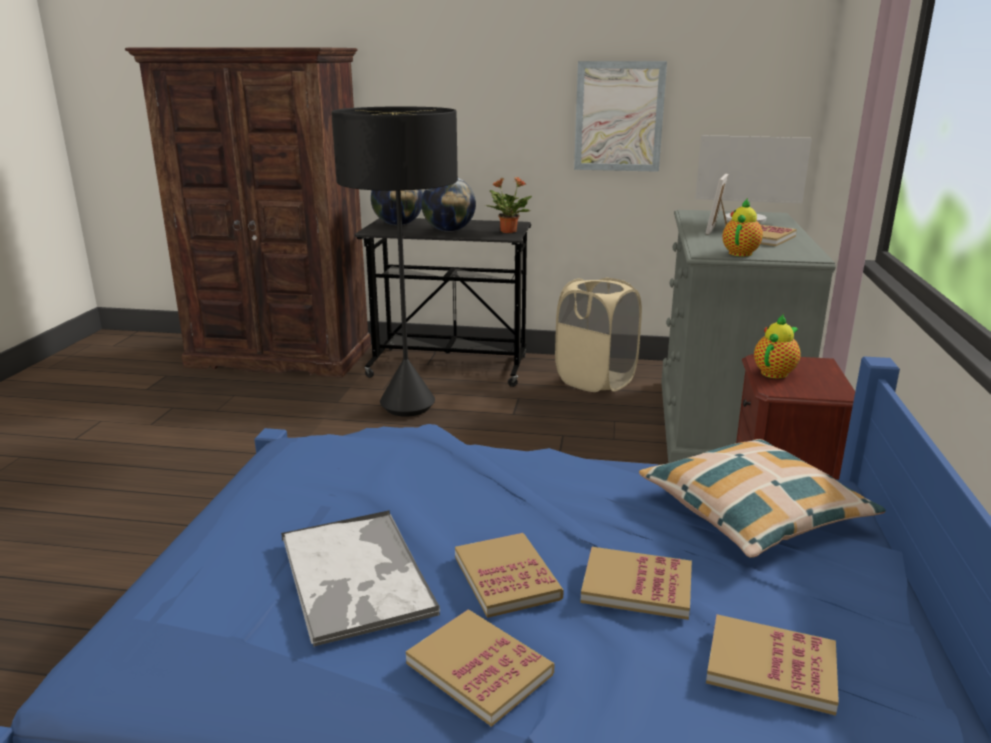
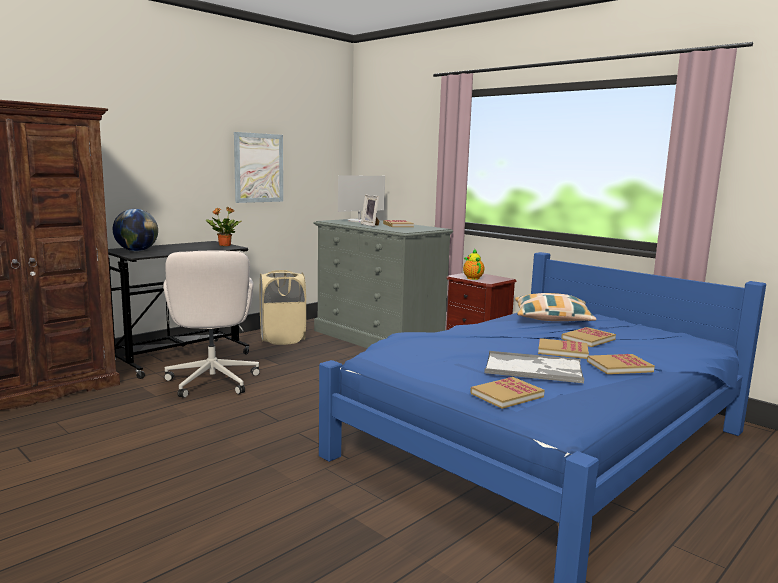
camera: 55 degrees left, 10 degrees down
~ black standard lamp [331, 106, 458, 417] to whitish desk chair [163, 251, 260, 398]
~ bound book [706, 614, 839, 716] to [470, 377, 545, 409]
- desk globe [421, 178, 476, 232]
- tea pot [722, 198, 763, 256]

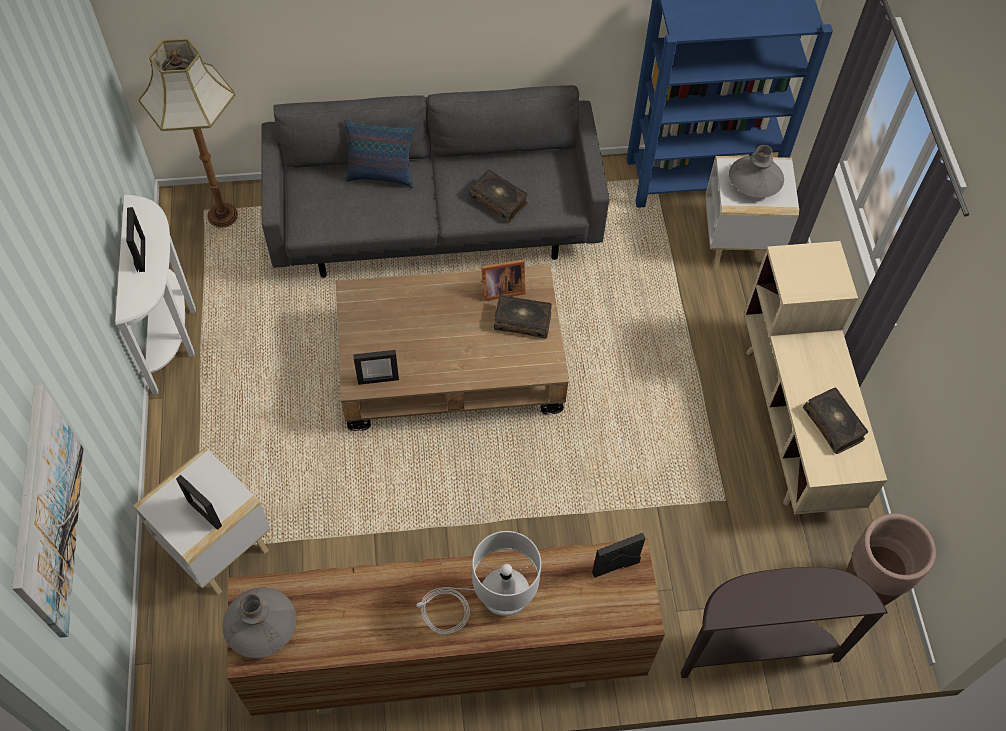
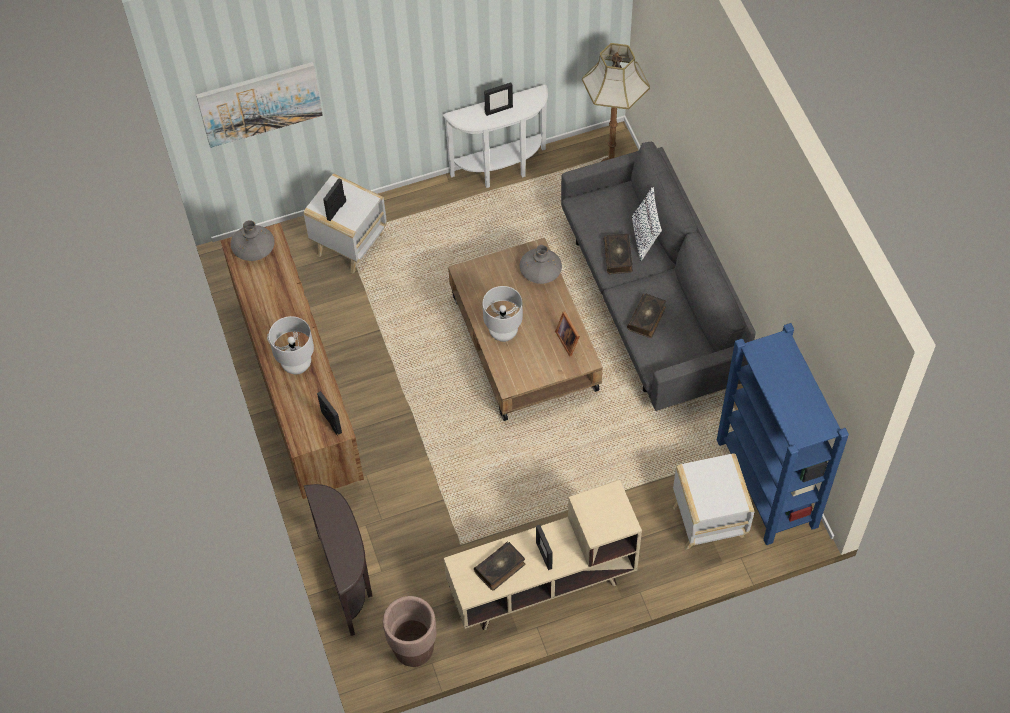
camera: 80 degrees right, 0 degrees up
+ gray lamp for a table [483, 286, 523, 342]
~ gray vase [729, 145, 784, 198] to [520, 245, 562, 284]
~ standing frame [353, 350, 399, 385] to [536, 525, 553, 570]
~ bound book [494, 295, 552, 339] to [604, 234, 633, 274]
~ blue throw pillow [344, 119, 414, 188] to whitish throw pillow [632, 187, 662, 261]

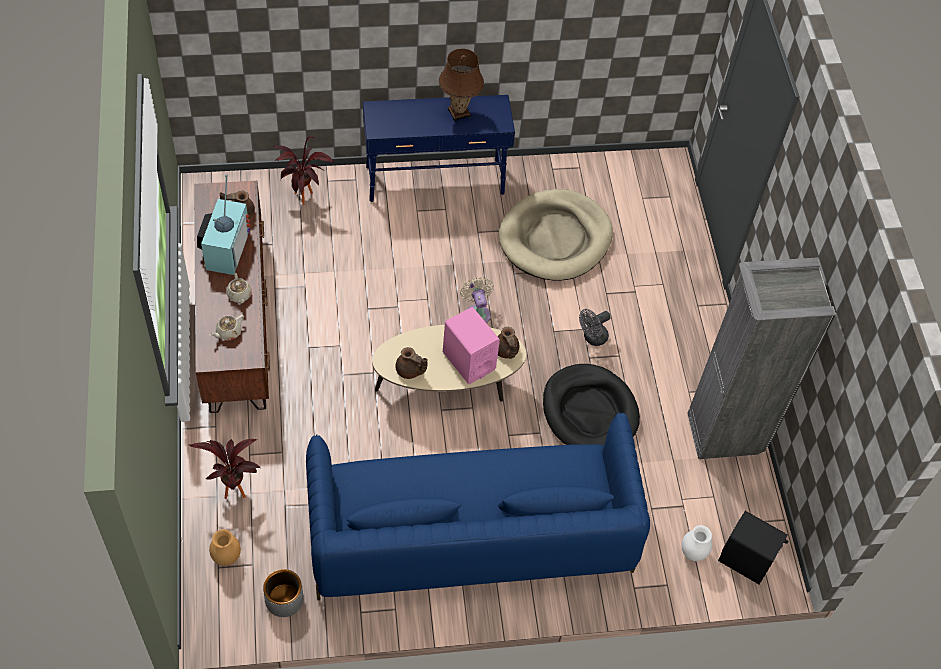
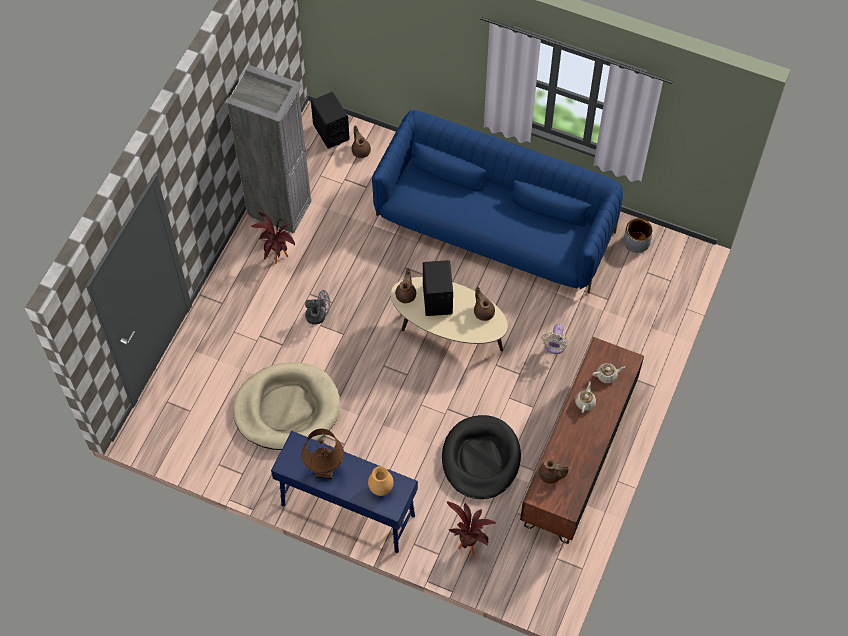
camera: 145 degrees left, 5 degrees up
~ plant in a pot [189, 439, 260, 499] to [251, 212, 295, 264]
~ whitish vase [681, 525, 712, 561] to brown tea pot [351, 126, 371, 158]
~ brown vase [209, 529, 241, 566] to [368, 466, 394, 496]
~ pinkish speaker [443, 307, 500, 384] to black speaker [423, 260, 453, 316]
~ black dog cushion [543, 364, 640, 445] to [442, 415, 521, 499]
~ beige-coloured electric fan [460, 277, 494, 323] to [541, 324, 570, 354]
- television [197, 174, 250, 275]

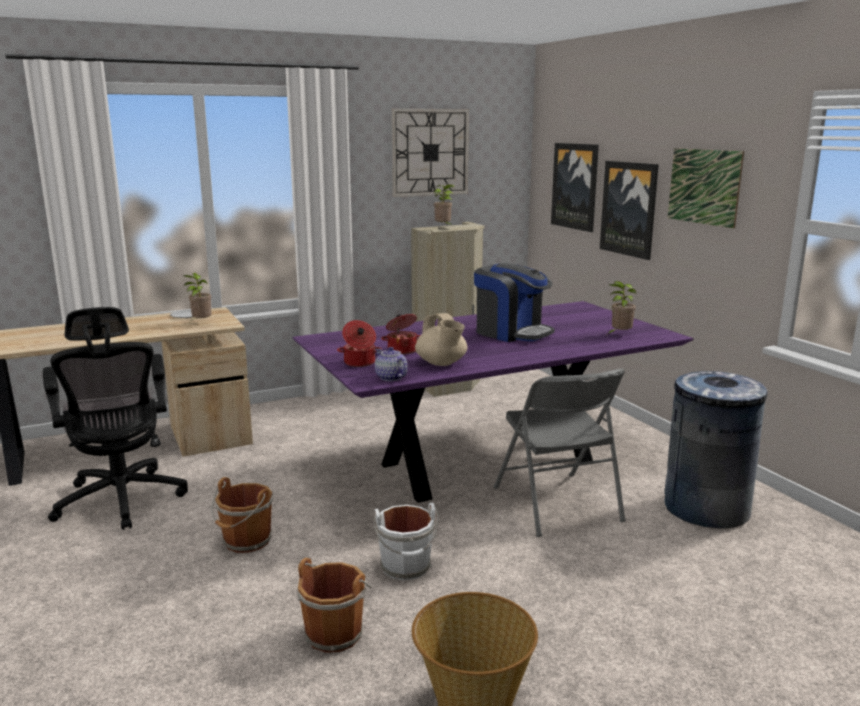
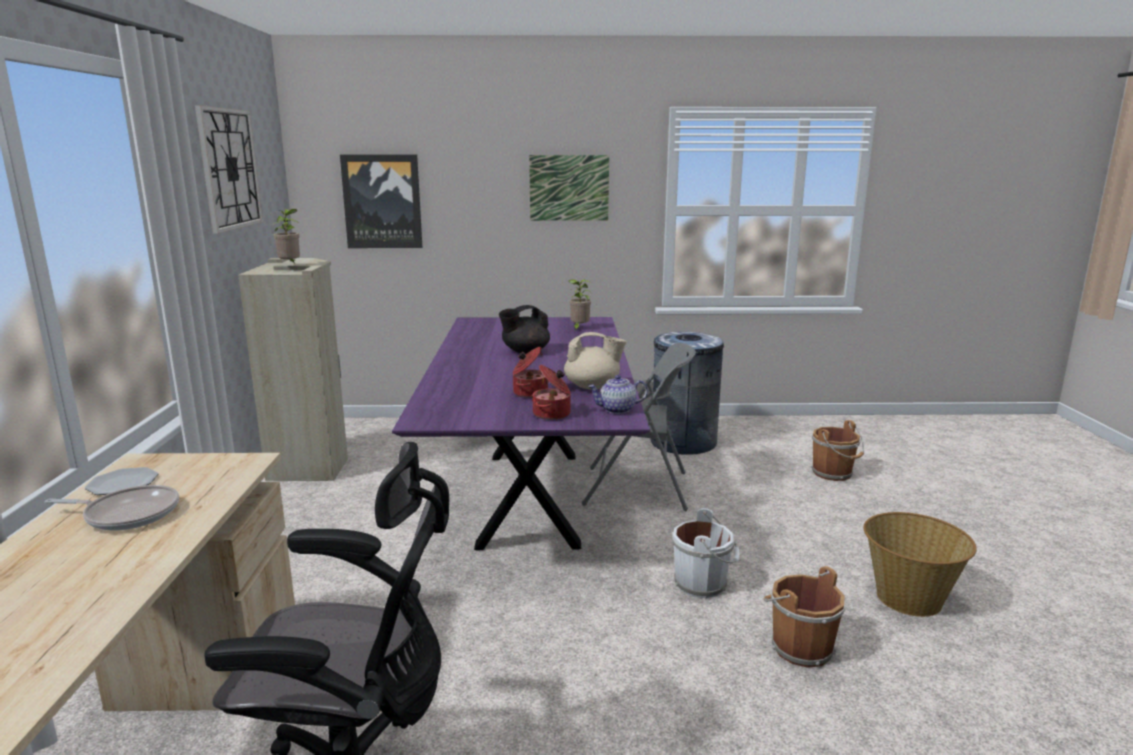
camera: 65 degrees left, 0 degrees up
+ skillet [44, 485, 179, 531]
~ coffee brewer [474, 263, 555, 342] to black tea pot [499, 305, 550, 354]
~ brown water bucket [211, 477, 273, 553] to [811, 420, 864, 481]
- plant in a pot [183, 273, 212, 320]
- picture [600, 161, 659, 260]

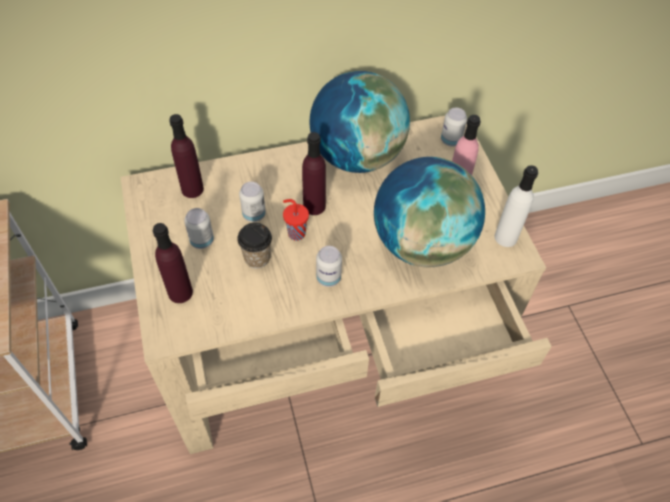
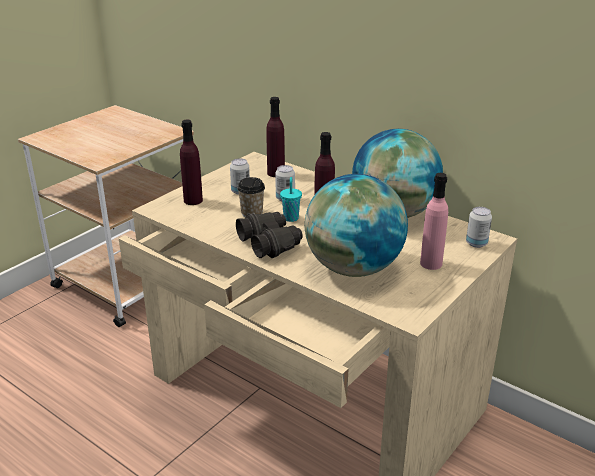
camera: 55 degrees right, 25 degrees down
~ can [316, 246, 342, 287] to black pair of binoculars [236, 212, 303, 258]
~ red-coloured small cup [283, 199, 309, 241] to blue-green small cup [280, 177, 302, 222]
- whitish bottle [495, 165, 538, 247]

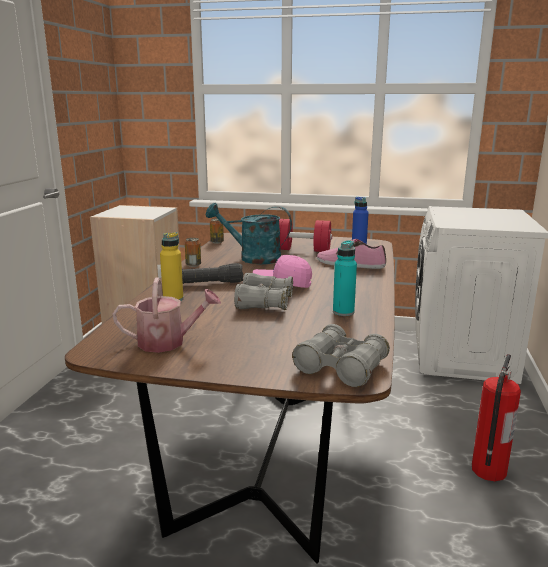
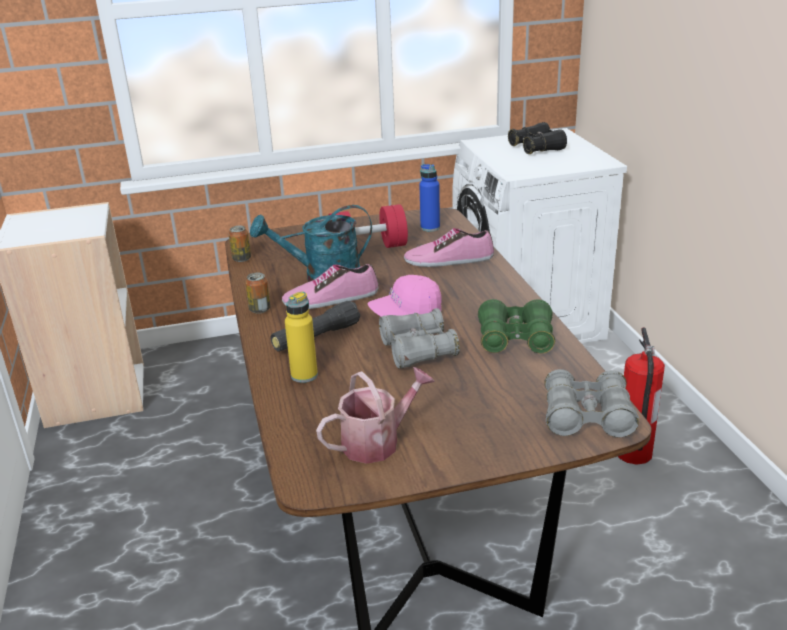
camera: 25 degrees left, 10 degrees up
+ item of footwear [282, 264, 378, 309]
~ blue-green bottle [333, 240, 357, 316] to greenish pair of binoculars [478, 299, 555, 354]
+ black pair of binoculars [508, 122, 567, 154]

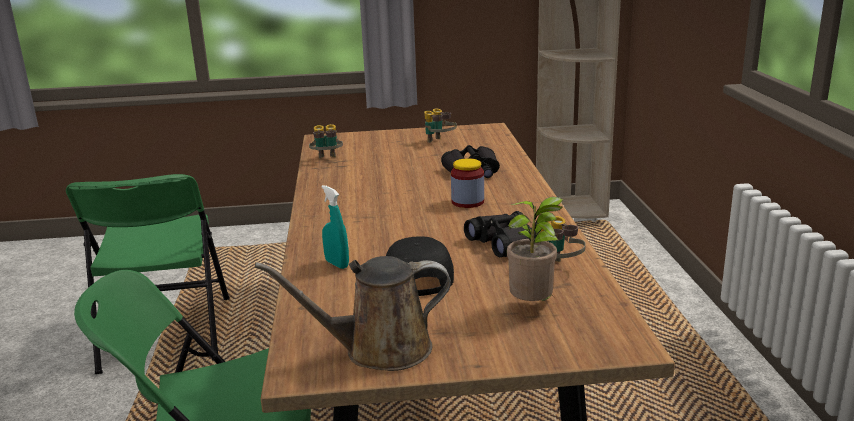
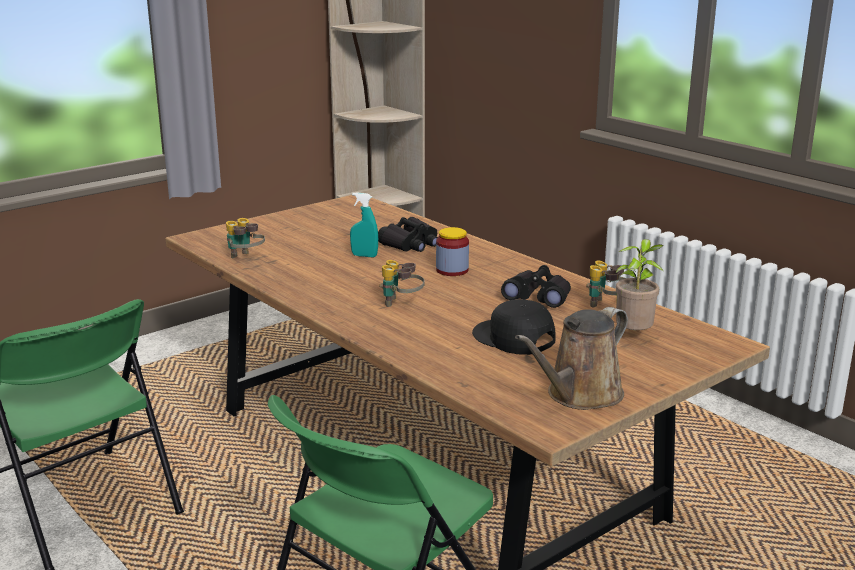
camera: 35 degrees left, 0 degrees up
~ blue-green hand sprayer [321, 185, 349, 269] to [350, 192, 378, 257]
~ pair of binoculars [424, 108, 457, 143] to [380, 260, 425, 307]

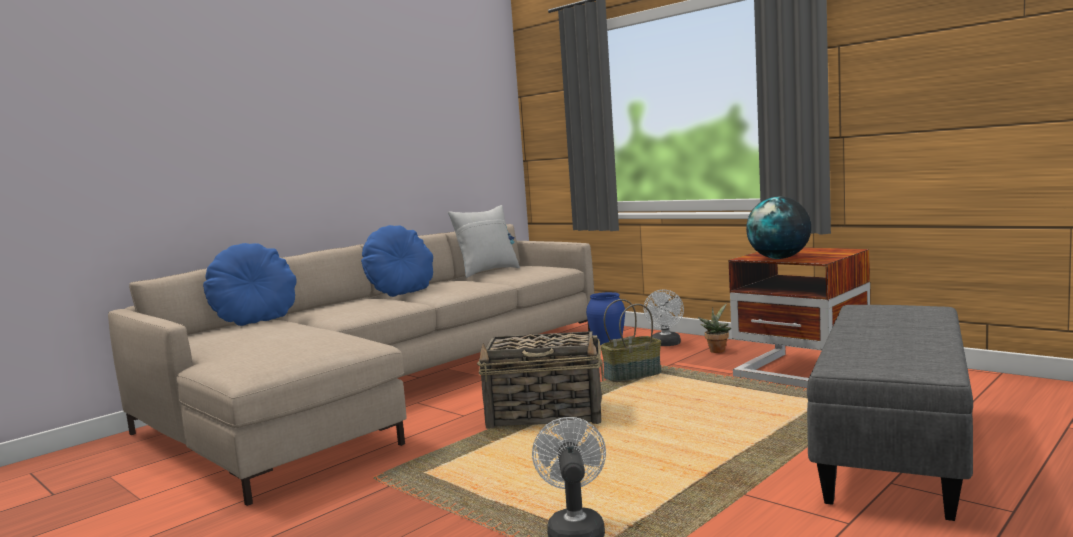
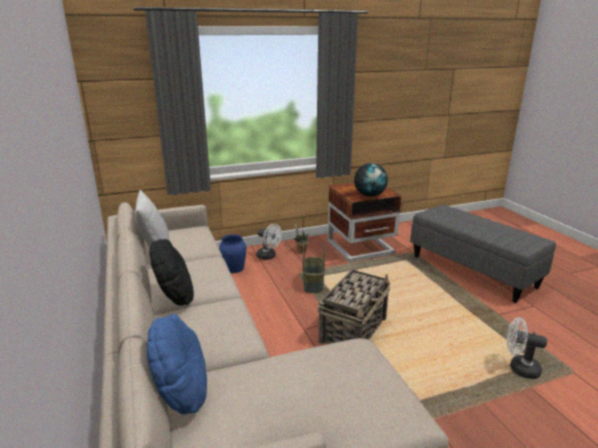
camera: 65 degrees left, 15 degrees up
~ blue throw pillow [361, 225, 433, 297] to black throw pillow [149, 239, 194, 306]

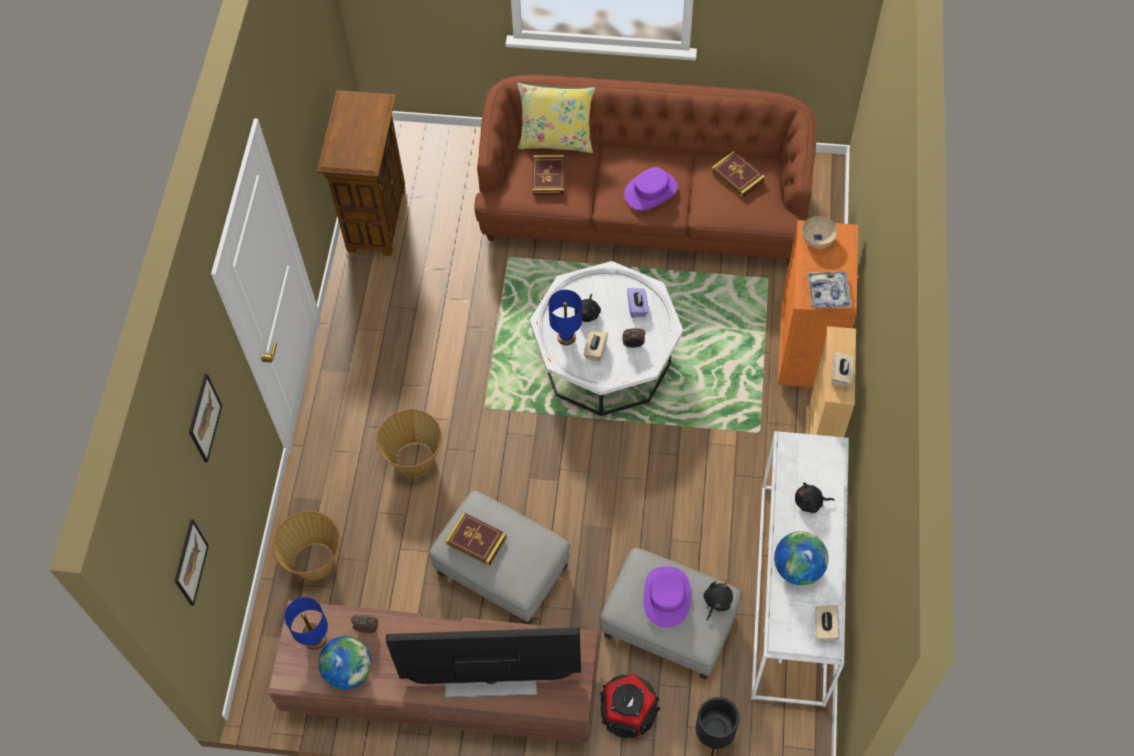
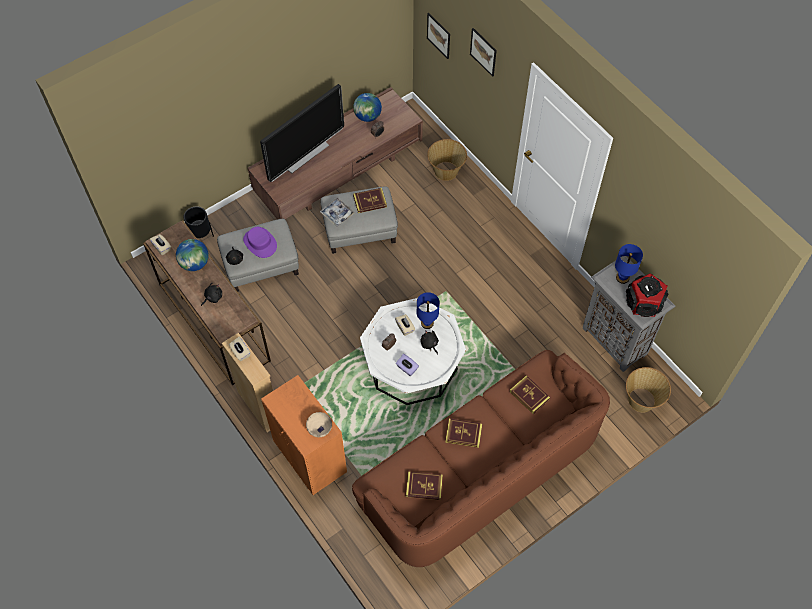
camera: 135 degrees right, 0 degrees up
~ whitish console table [751, 431, 849, 707] to brown console table [143, 220, 271, 386]
~ serving tray [807, 271, 852, 308] to [320, 198, 355, 227]
~ purple wearable hat [624, 167, 678, 210] to bound book [445, 418, 482, 448]
~ brown storage cabinet [317, 90, 405, 256] to gray storage cabinet [583, 256, 676, 372]
~ blue lamp for a table [284, 597, 328, 650] to [615, 244, 643, 284]
~ speaker [600, 674, 660, 738] to [626, 273, 669, 317]
~ basket [376, 409, 442, 477] to [626, 367, 671, 413]
- yellow-coloured throw pillow [518, 83, 595, 153]

